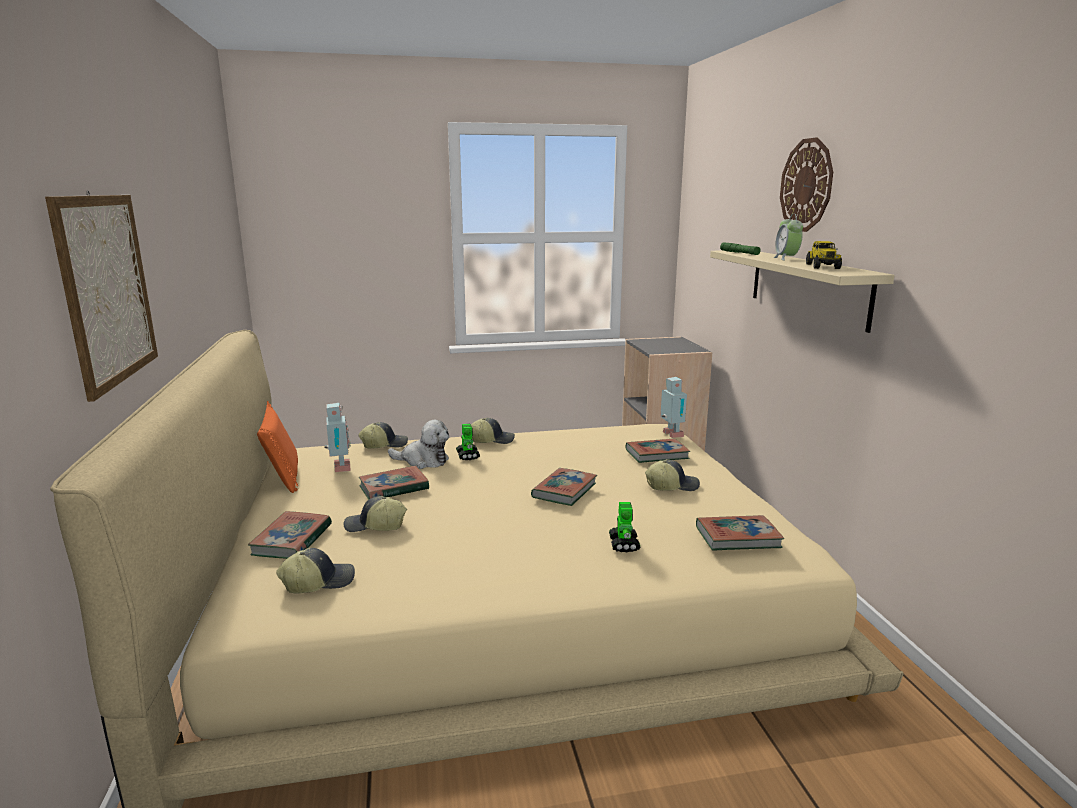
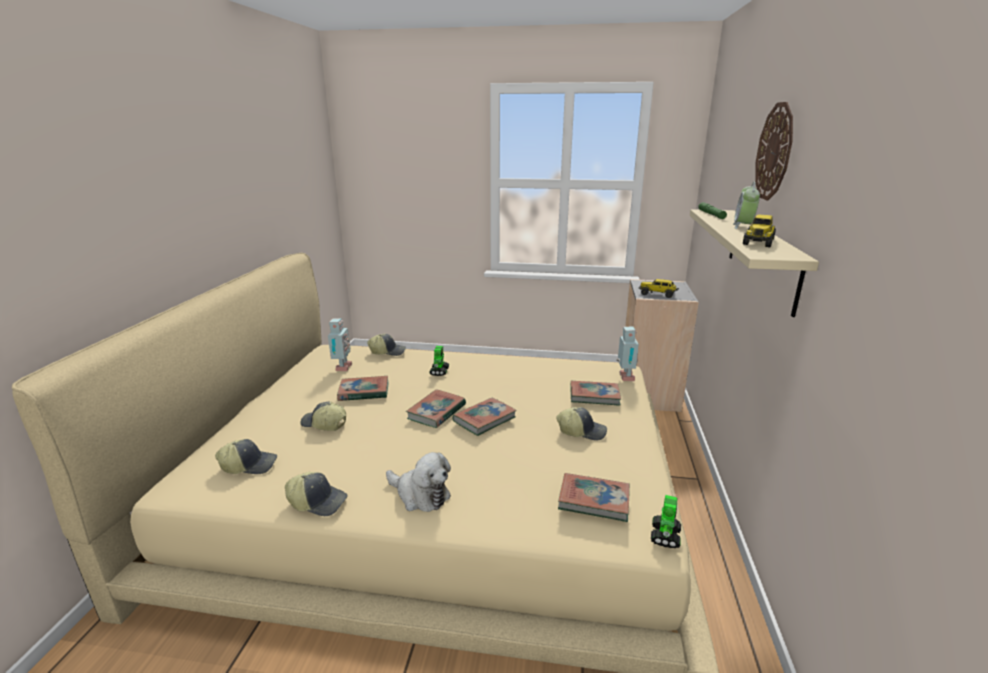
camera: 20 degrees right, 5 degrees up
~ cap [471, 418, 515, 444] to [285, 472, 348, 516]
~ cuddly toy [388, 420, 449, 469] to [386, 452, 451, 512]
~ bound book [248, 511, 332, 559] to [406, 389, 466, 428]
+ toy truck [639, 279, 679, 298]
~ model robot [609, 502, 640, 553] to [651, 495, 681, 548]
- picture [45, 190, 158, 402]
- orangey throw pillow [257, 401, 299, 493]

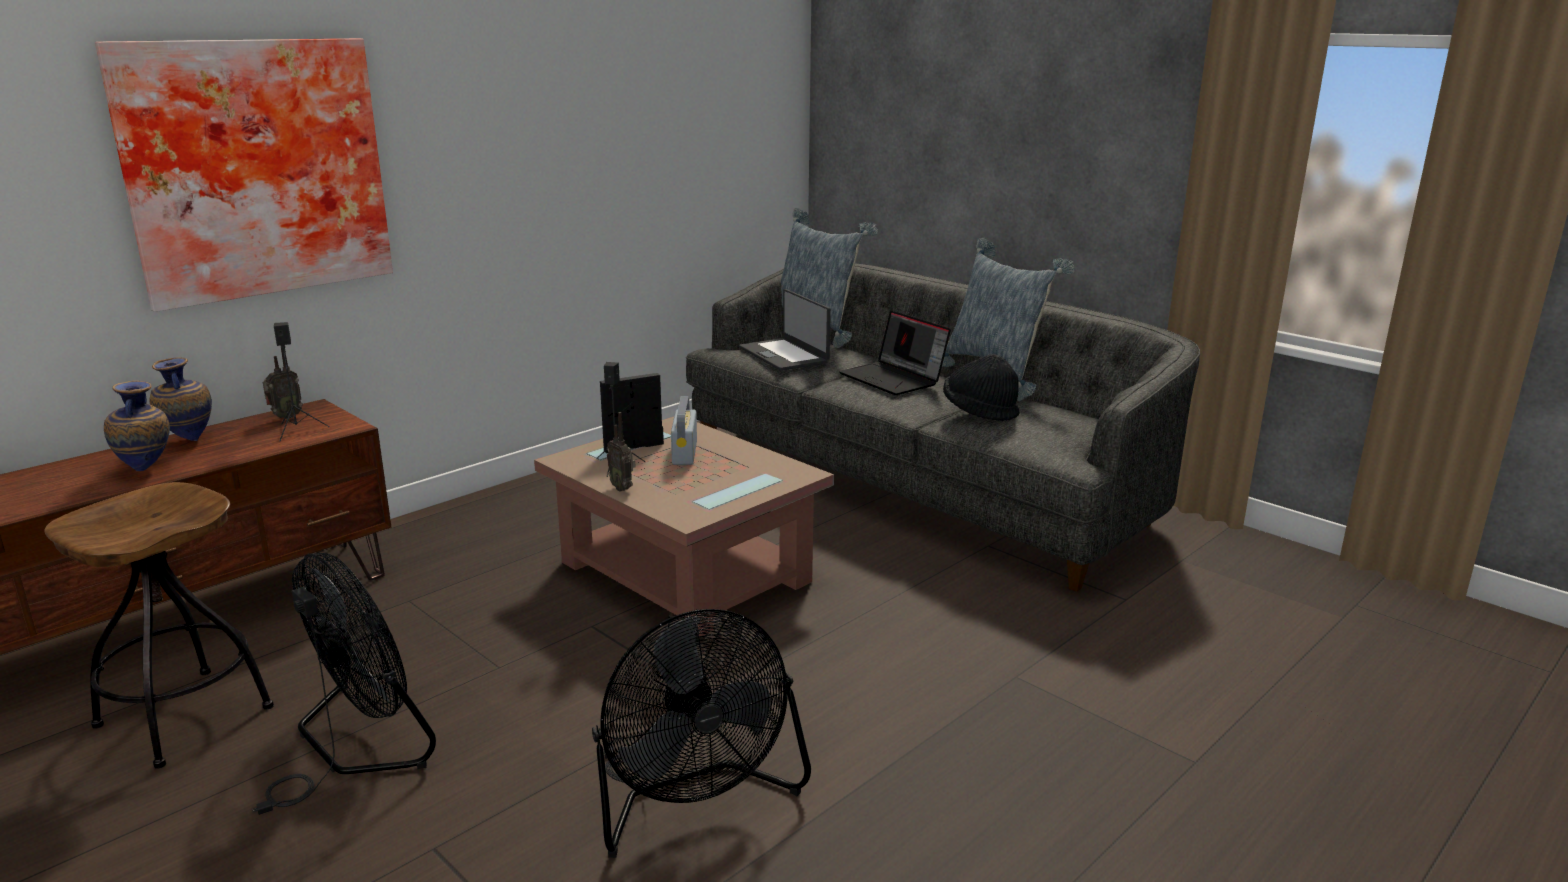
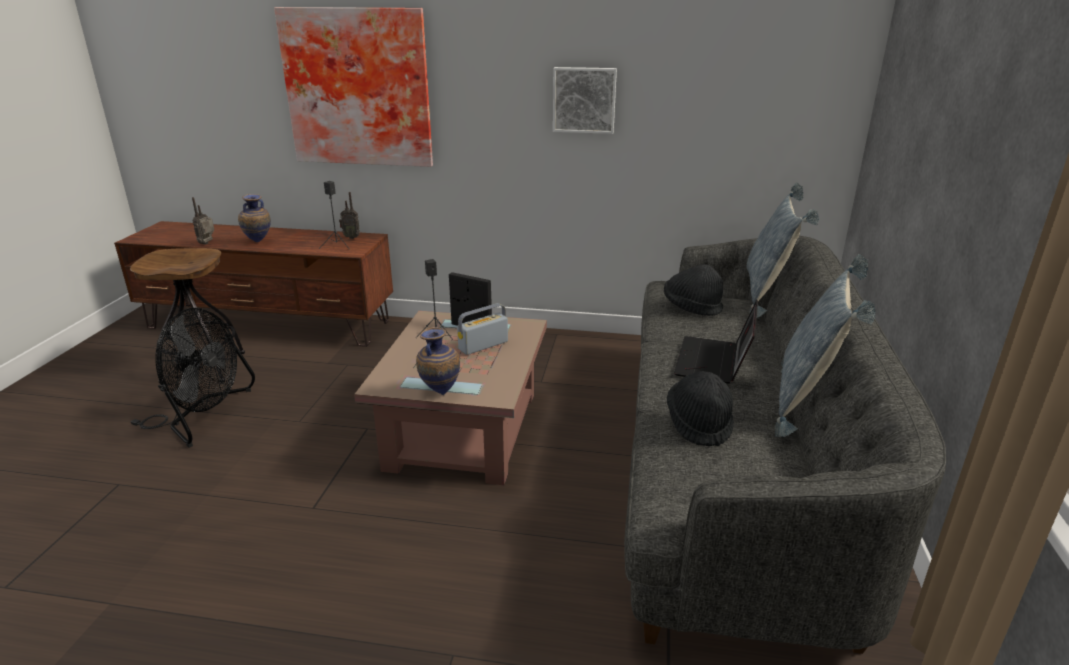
camera: 55 degrees right, 5 degrees up
~ radio [607, 412, 635, 492] to [192, 197, 214, 245]
~ vase [150, 357, 212, 441] to [416, 327, 460, 395]
+ picture [553, 67, 617, 134]
~ portable computer [739, 289, 831, 371] to black wearable hat [664, 264, 723, 316]
- black electric fan [592, 609, 811, 858]

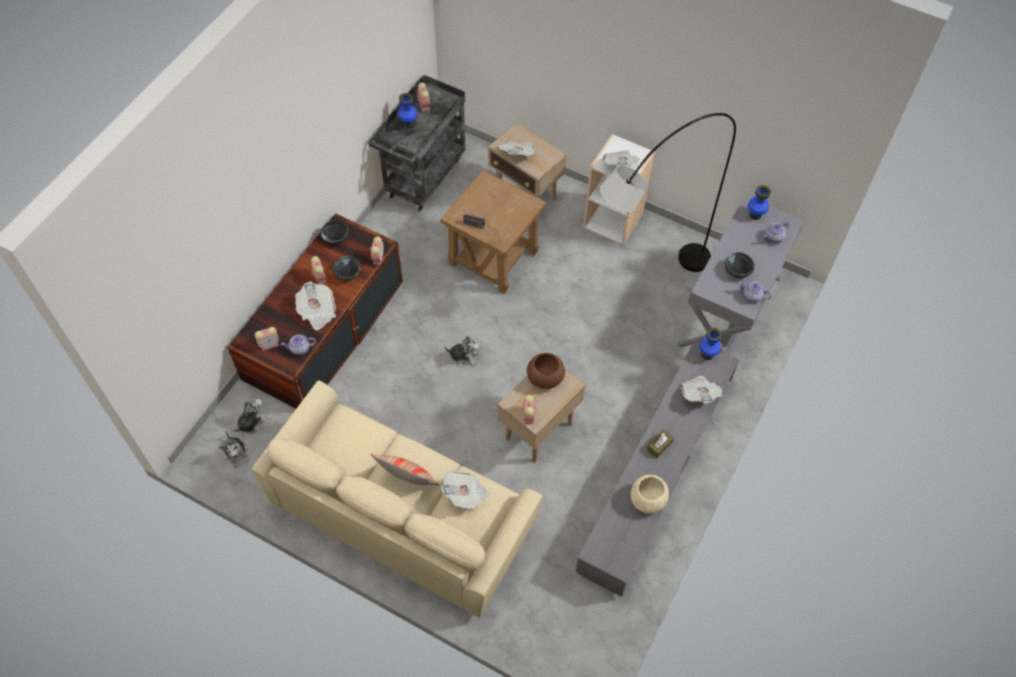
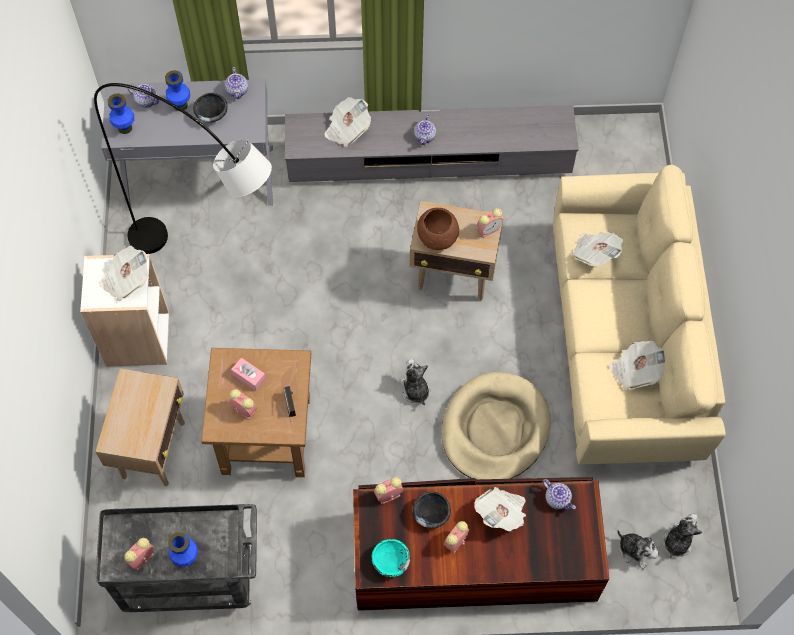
camera: 120 degrees left, 5 degrees up
~ blue vase [699, 328, 722, 360] to [165, 70, 190, 111]
~ bedside clock [255, 327, 279, 351] to [229, 389, 257, 420]
+ pinkish tissue holder [231, 358, 266, 391]
~ black serving bowl [321, 221, 349, 245] to blue-green serving bowl [371, 539, 410, 577]
~ brown tissue holder [647, 429, 674, 458] to tea pot [414, 114, 436, 145]
+ beige-coloured dog cushion [442, 372, 550, 480]
~ daily paper [499, 140, 535, 156] to [609, 341, 665, 390]
~ cuddly toy [234, 399, 268, 434] = [617, 530, 659, 570] 150 degrees counterclockwise
- throw pillow [371, 454, 440, 486]
- beige-coloured serving bowl [631, 475, 669, 514]

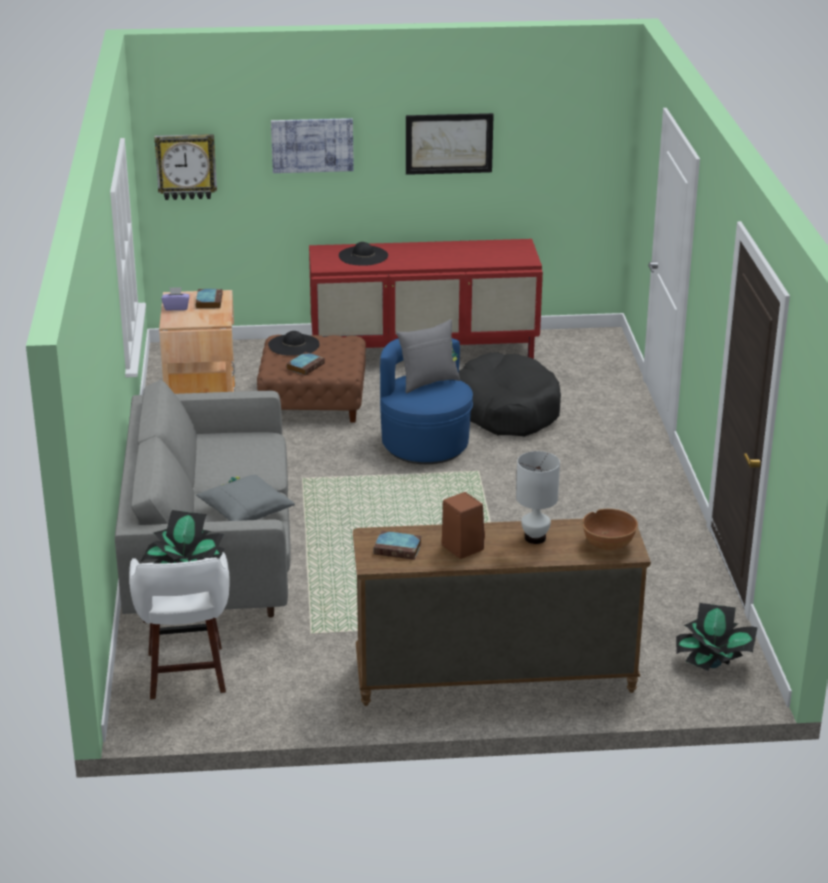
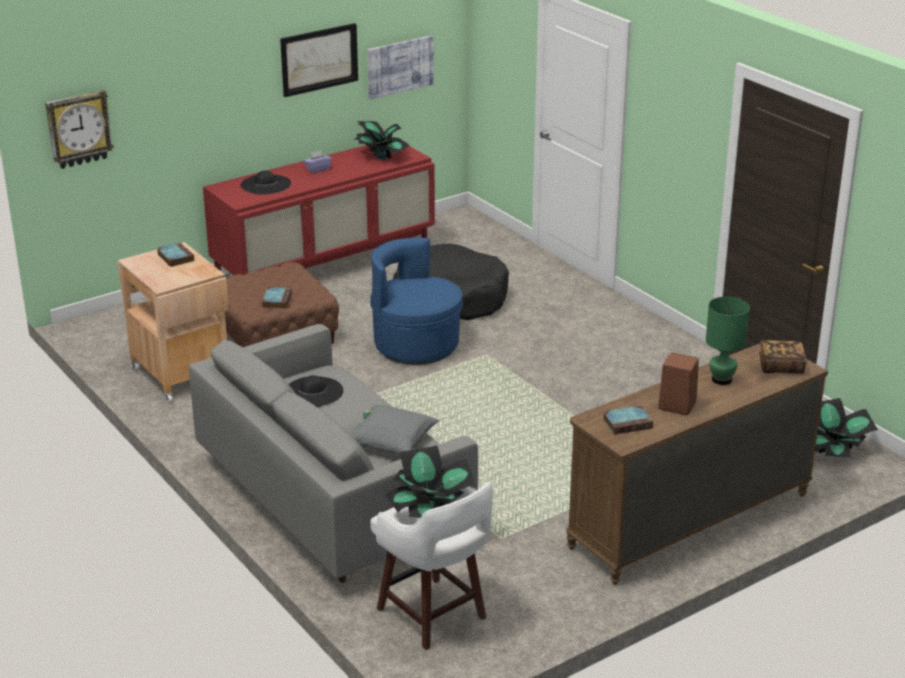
camera: 30 degrees left, 0 degrees up
~ black wearable hat [268, 331, 320, 356] to [289, 375, 343, 407]
~ purple tissue holder [162, 287, 190, 311] to [304, 150, 332, 173]
+ plant in a pot [353, 121, 410, 159]
~ picture [271, 118, 354, 173] to [367, 36, 434, 99]
~ whitish lamp for a table [516, 451, 560, 544] to greenish lamp for a table [706, 297, 750, 385]
~ brown serving bowl [582, 509, 638, 550] to bound book [759, 340, 806, 374]
- gray throw pillow [397, 319, 460, 393]

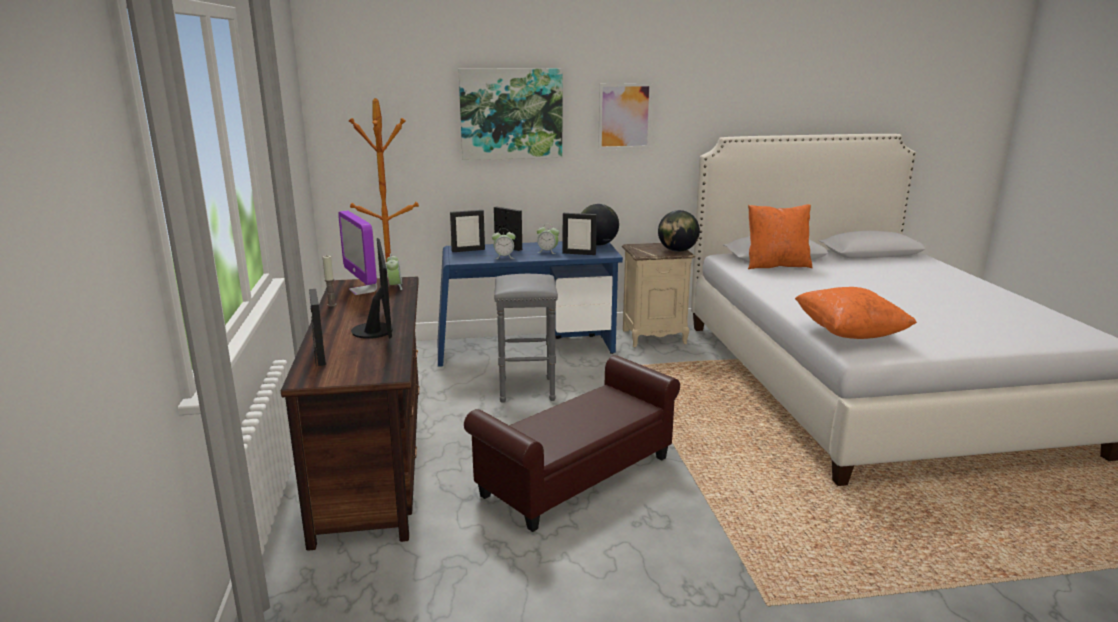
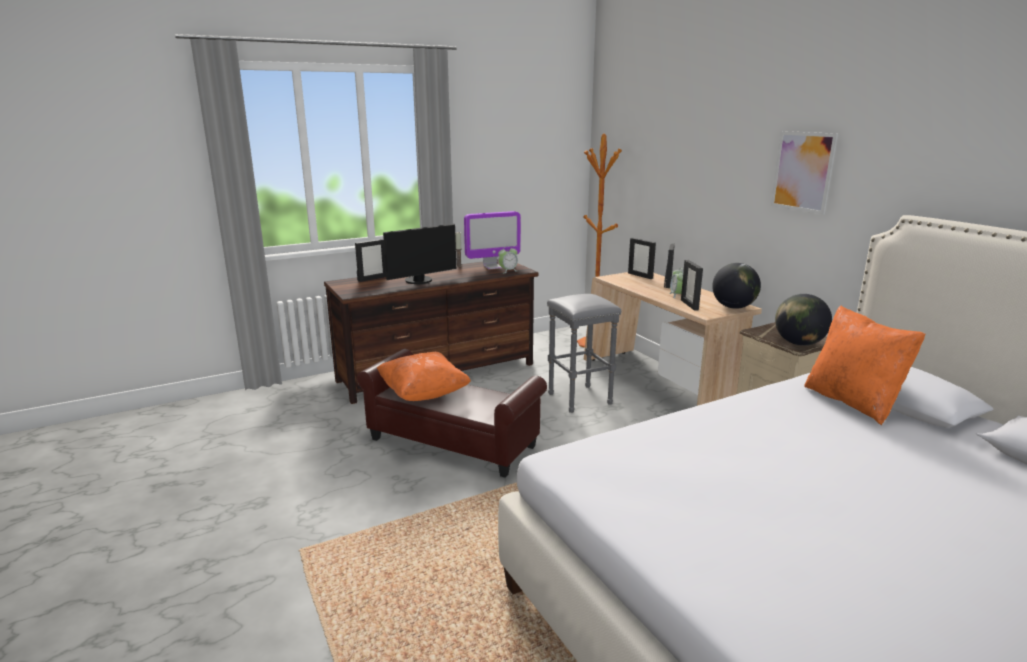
camera: 70 degrees right, 0 degrees up
~ orangey throw pillow [795, 287, 917, 339] to [377, 352, 471, 401]
~ computer screen [338, 211, 377, 295] = [464, 211, 521, 269] 150 degrees counterclockwise
~ blue desk [438, 241, 623, 367] to beige-coloured desk [584, 272, 762, 406]
- picture [458, 68, 562, 160]
- bedside clock [492, 228, 516, 259]

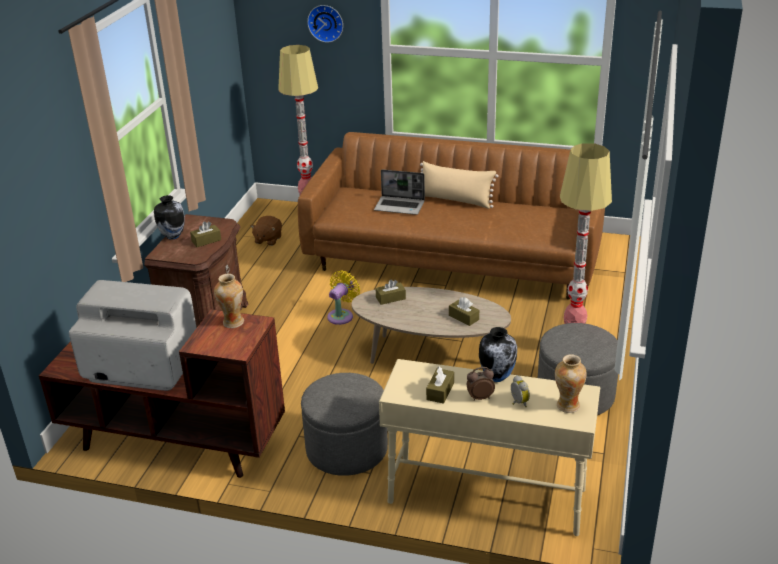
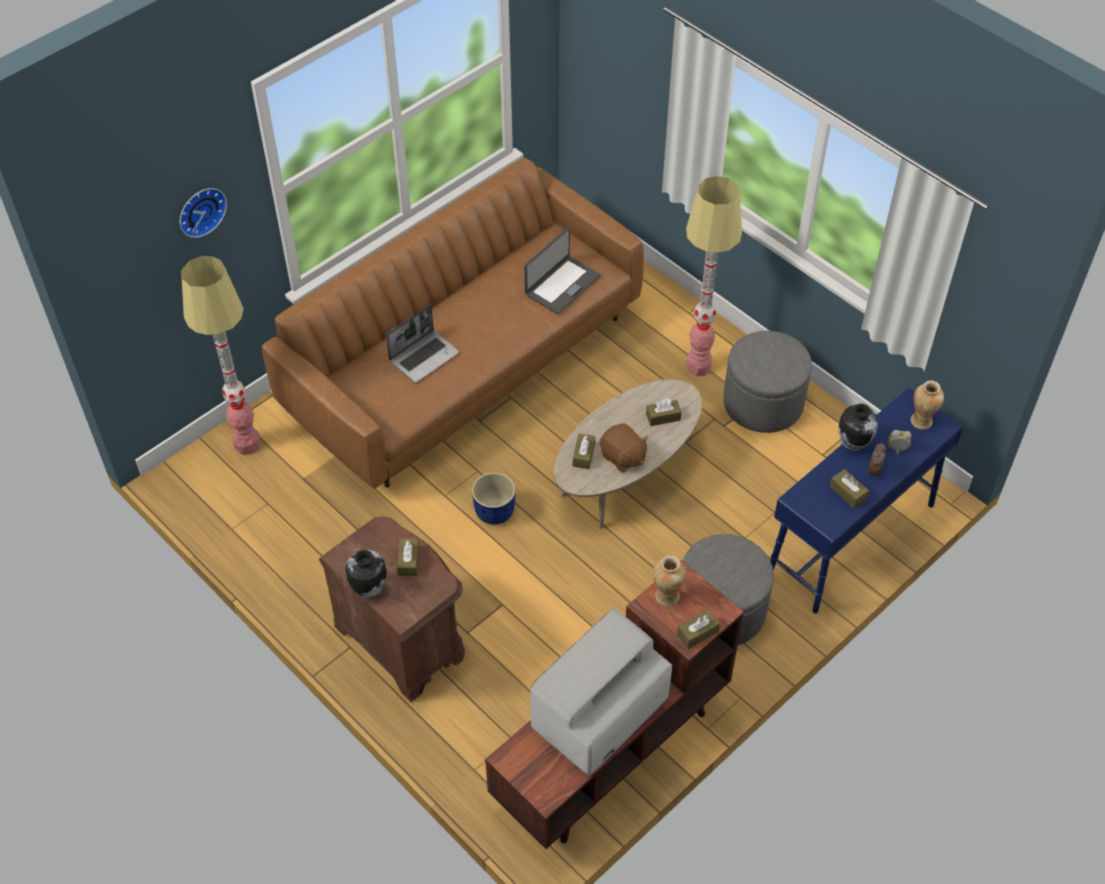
camera: 60 degrees left, 20 degrees up
~ yellow-coloured electric fan [327, 270, 360, 325] to blue planter [472, 472, 515, 525]
+ portable computer [524, 227, 600, 314]
~ brown cuddly toy [250, 216, 282, 246] to [599, 423, 648, 473]
+ brown tissue holder [677, 609, 720, 649]
~ beige-coloured console table [379, 359, 600, 536] to blue console table [770, 388, 964, 613]
- beige-coloured throw pillow [420, 161, 499, 209]

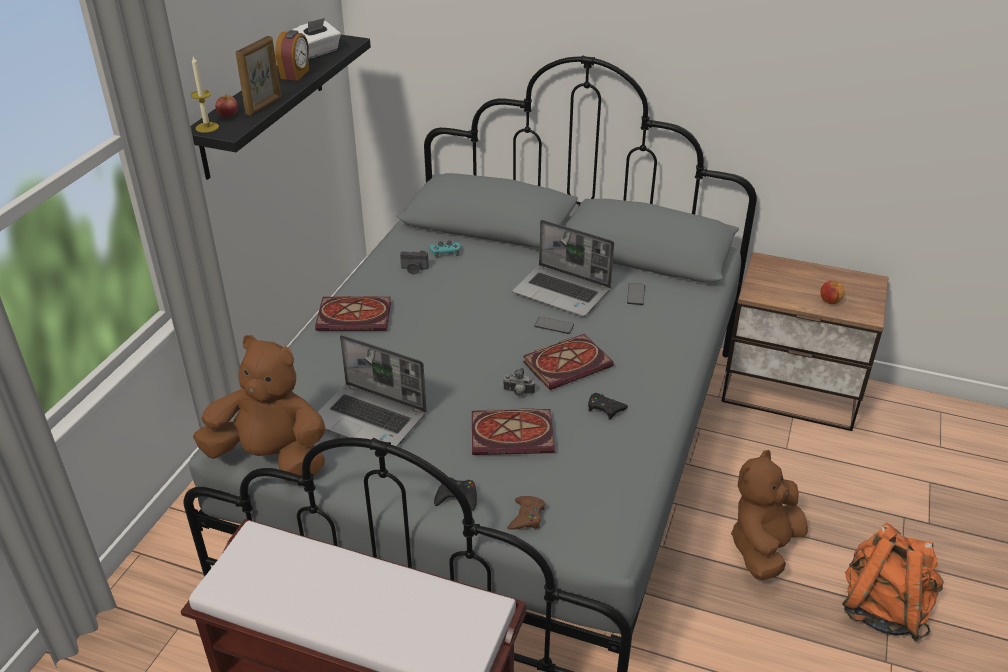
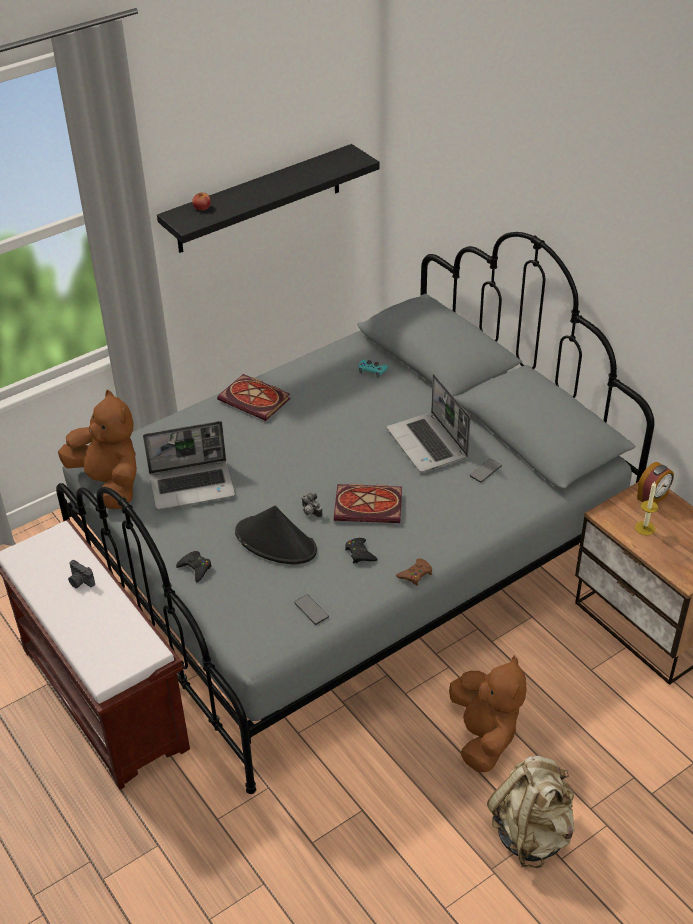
camera: 35 degrees right, 5 degrees up
~ photo camera [400, 251, 429, 274] to [68, 560, 95, 588]
~ portable computer [318, 335, 427, 447] = [143, 421, 235, 510] 75 degrees counterclockwise
~ bound book [472, 408, 555, 455] to black wearable hat [235, 505, 317, 564]
~ telephone [534, 317, 574, 334] to [294, 594, 329, 625]
~ brown game controller [507, 496, 545, 530] to [396, 558, 432, 586]
~ brown cuddly toy [731, 450, 808, 580] = [449, 655, 527, 772] 105 degrees clockwise
~ orangey rucksack [842, 523, 944, 642] to beige-coloured rucksack [487, 756, 575, 868]
~ candle [190, 57, 219, 133] to [635, 482, 658, 536]
~ bedside clock [275, 30, 309, 81] to [637, 462, 674, 503]
- standing frame [236, 36, 281, 115]
- whitish tissue holder [293, 18, 341, 59]
- apple fruit [820, 281, 845, 304]

